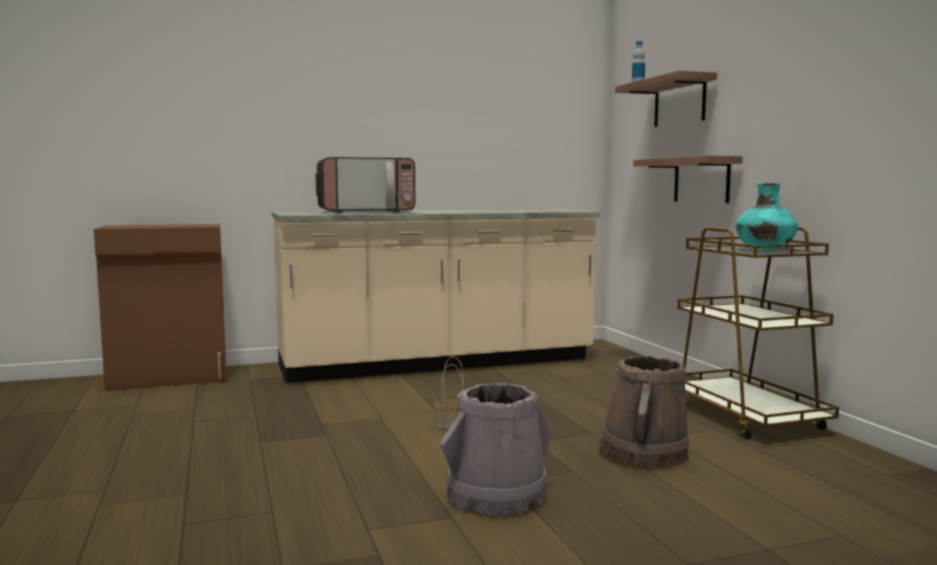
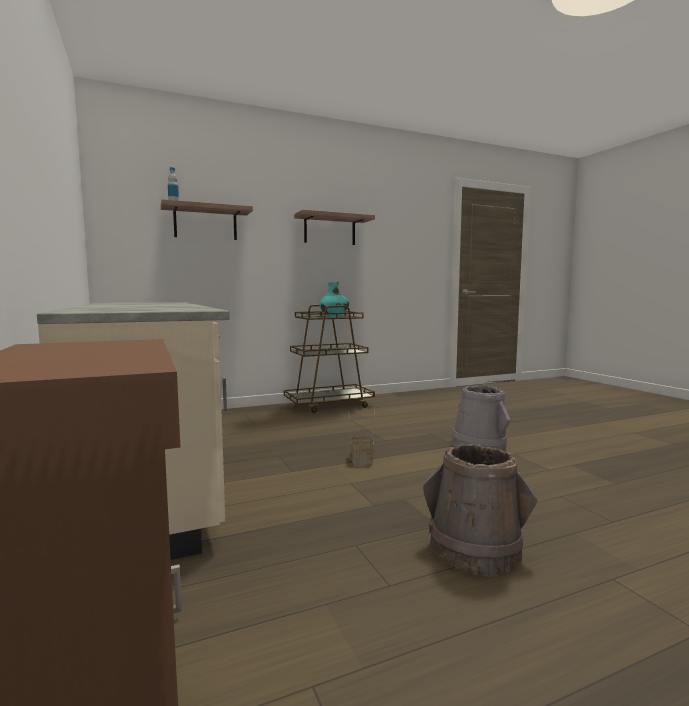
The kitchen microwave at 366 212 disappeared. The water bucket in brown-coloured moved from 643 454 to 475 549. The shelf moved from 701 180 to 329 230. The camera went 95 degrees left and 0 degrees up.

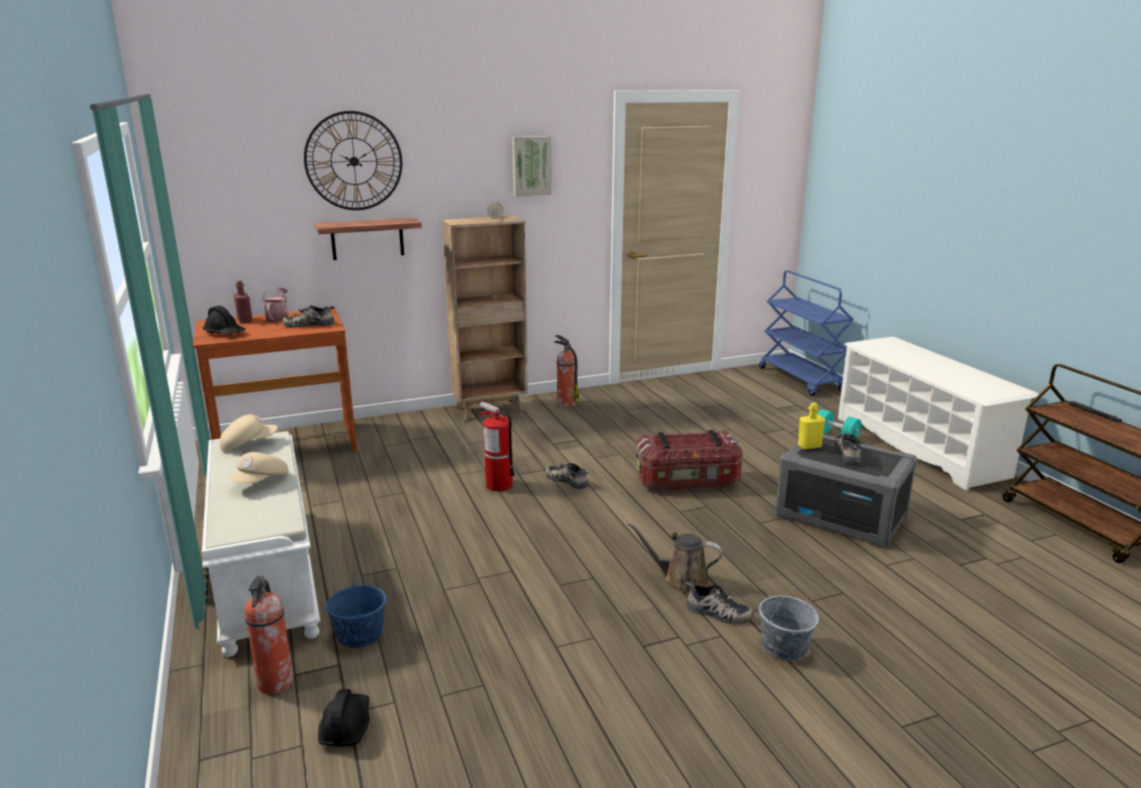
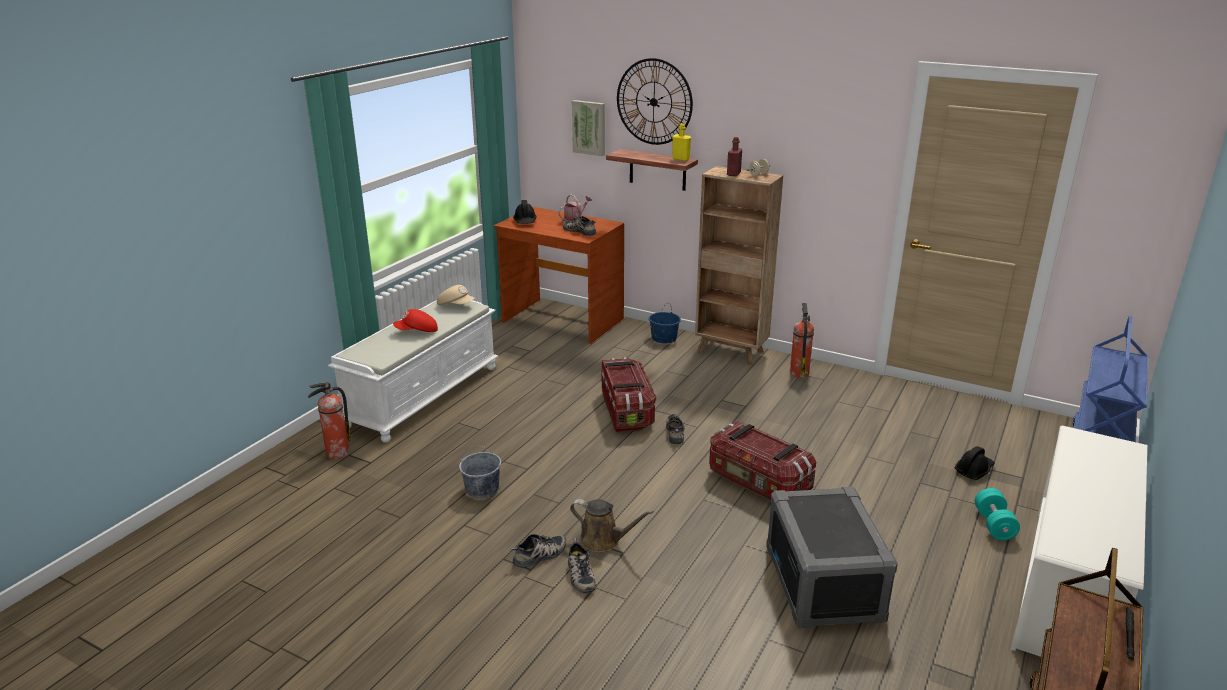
The cap in beige at 261 482 became the cap in red at 417 331. The drink bottle in red moved from 245 320 to 733 174. The safety helmet in blackish moved from 346 726 to 974 470. The water bucket in blue-coloured moved from 360 634 to 664 338. The fire extinguisher at 498 485 was replaced by the storage box at 626 410. The picture moved from 531 166 to 589 127. The sprinkling can in brown-coloured at 681 580 turned 135 degrees clockwise. The water bucket in greyish moved from 785 646 to 482 489. The drink bottle in yellowish moved from 809 446 to 681 159. The item of footwear moved from 848 453 to 540 556. The camera went 50 degrees right and 5 degrees up.

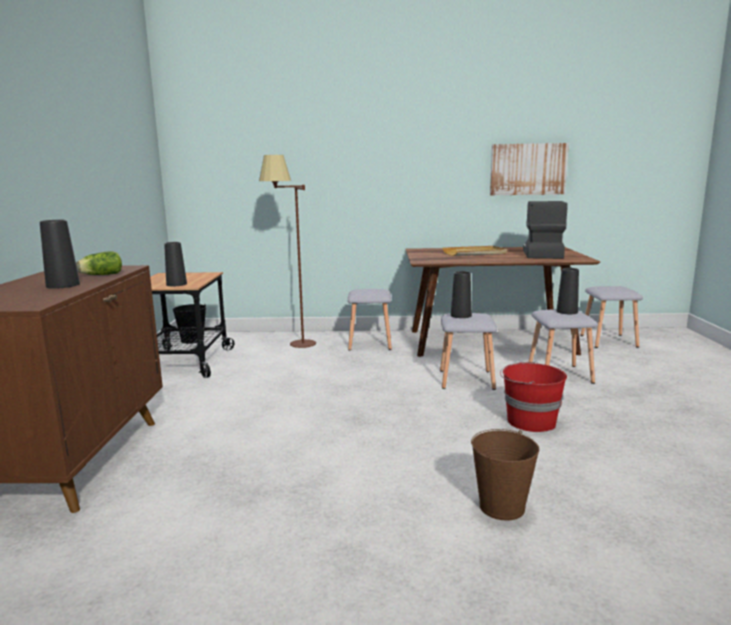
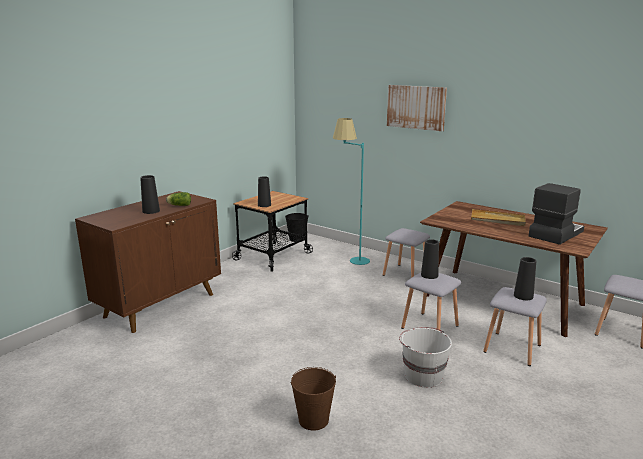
The floor lamp in brown-coloured at 293 346 became the floor lamp in blue-green at 350 261. The picture moved from 528 169 to 416 107. The water bucket in red at 530 421 became the water bucket in whitish at 422 375. The camera went 35 degrees right and 5 degrees up.

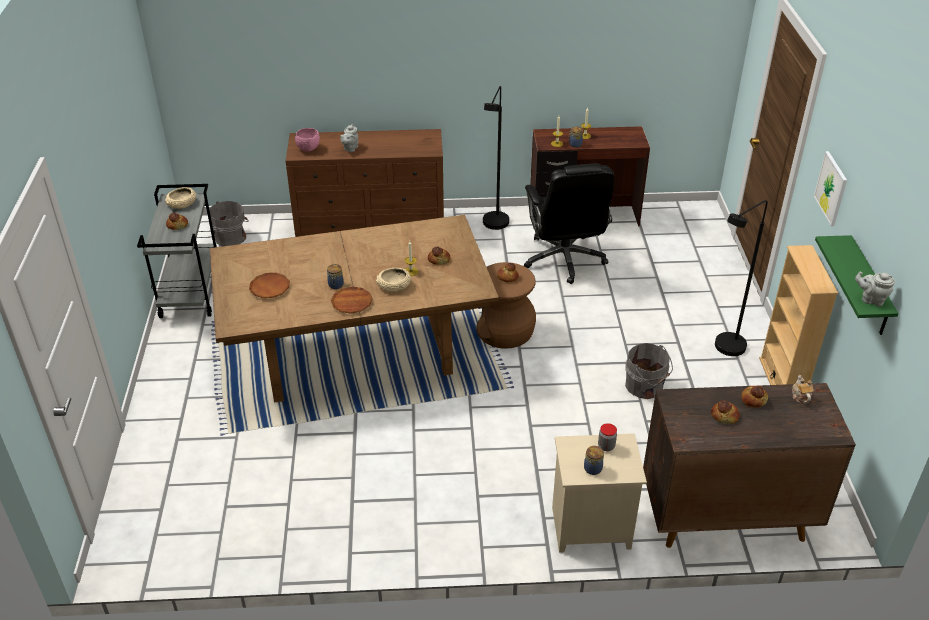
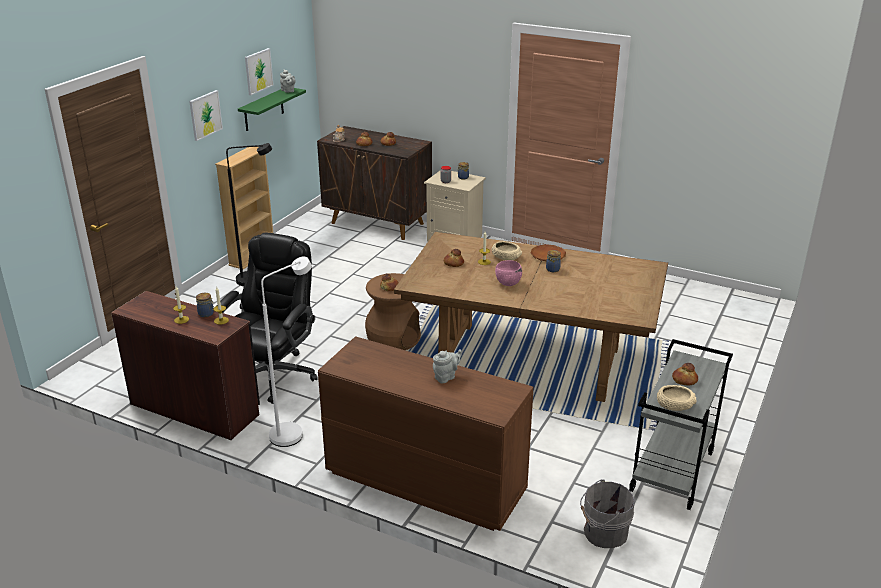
The flat dish in brown-coloured at 269 288 disappeared. The deep dish in pink moved from 308 149 to 508 283. The floor lamp in blackish at 494 226 became the floor lamp in whitish at 293 432. The water bucket in greyish at 645 387 disappeared. The picture at 258 71 appeared. The camera went 150 degrees left and 10 degrees down.

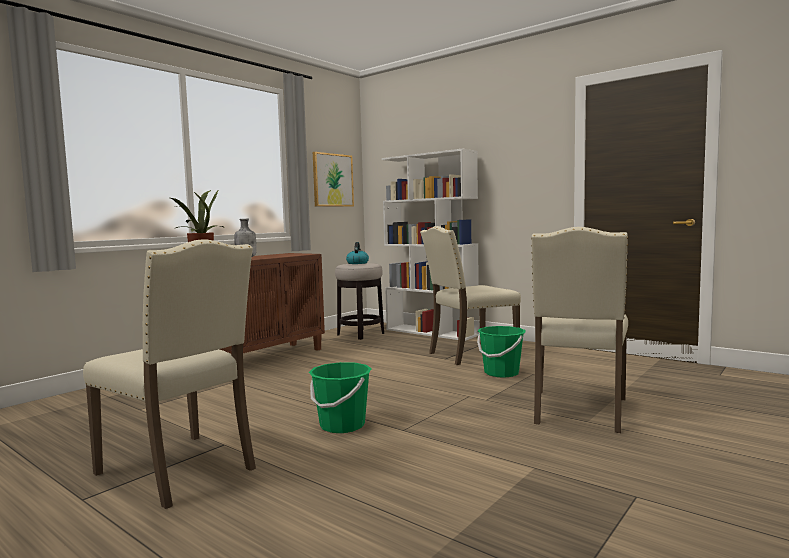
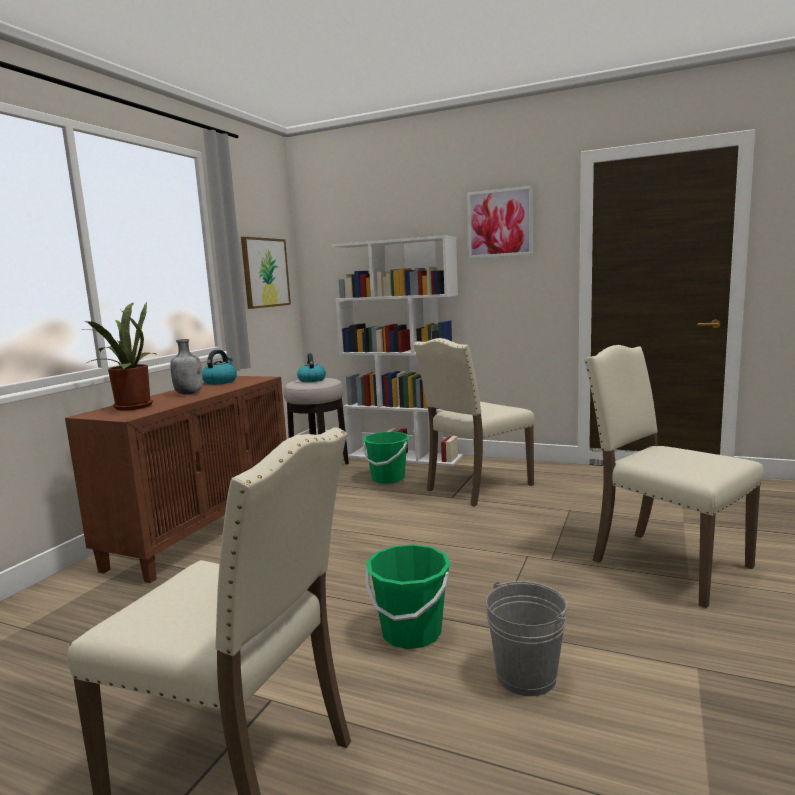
The water bucket in green-coloured moved from 501 373 to 388 478. The plain chair in beige at 578 411 turned 135 degrees clockwise. The kettle at 220 382 appeared. The picture at 500 223 appeared. The water bucket in greyish at 526 676 appeared. The camera went 15 degrees left and 5 degrees up.

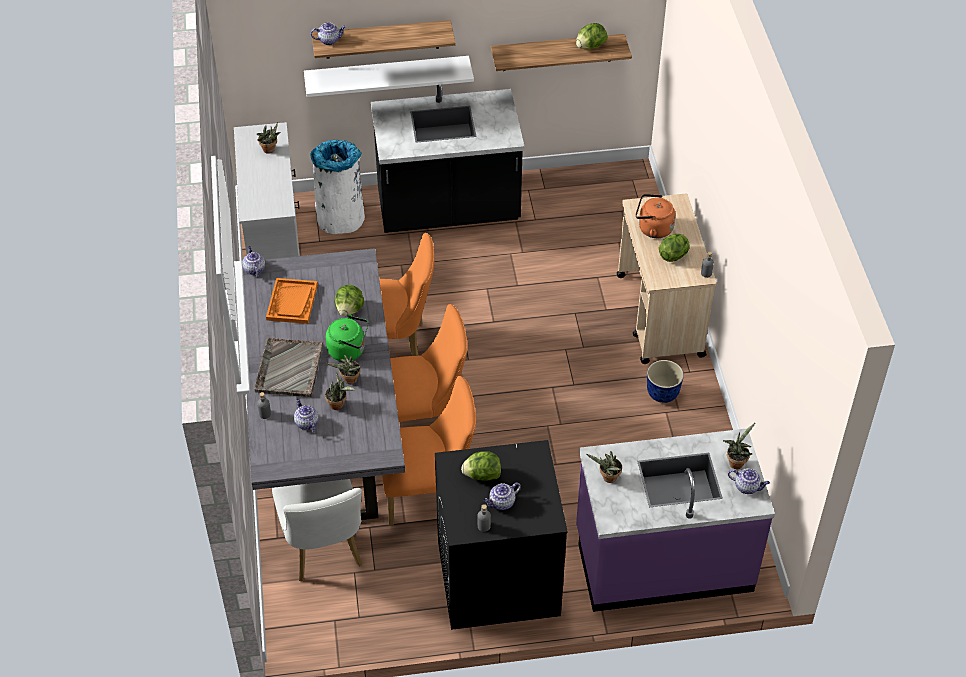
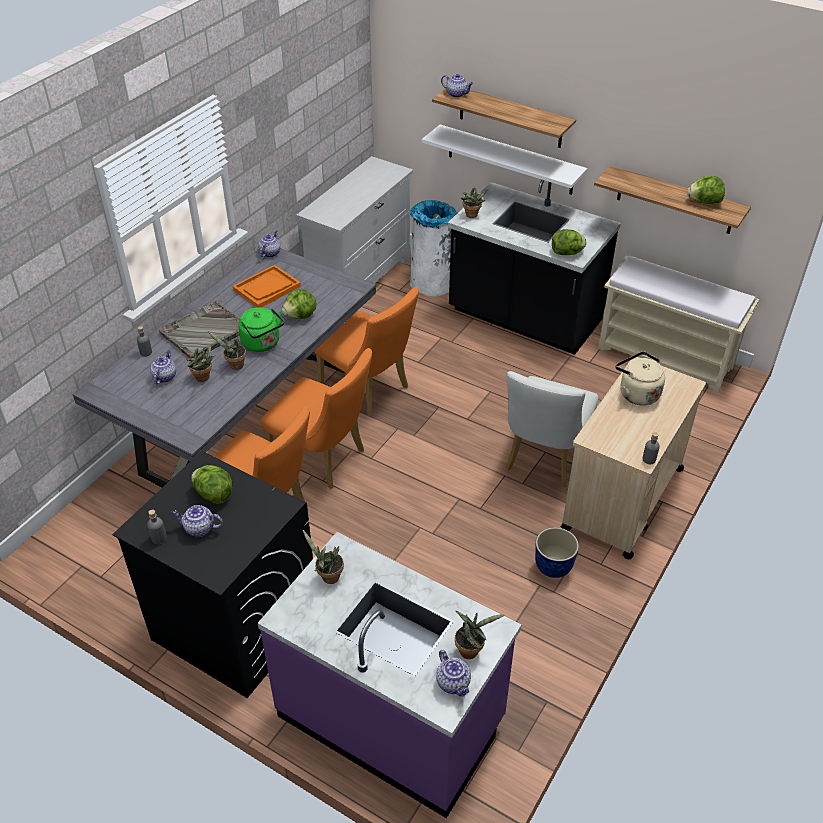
The houseplant moved from 270 150 to 471 216. The plain chair in whitish moved from 324 550 to 543 459. The kettle in orangey at 653 228 became the kettle in beige at 637 393. The lettuce head moved from 674 255 to 567 253. The long seat in beige at 666 357 appeared. The camera went 40 degrees right and 5 degrees down.

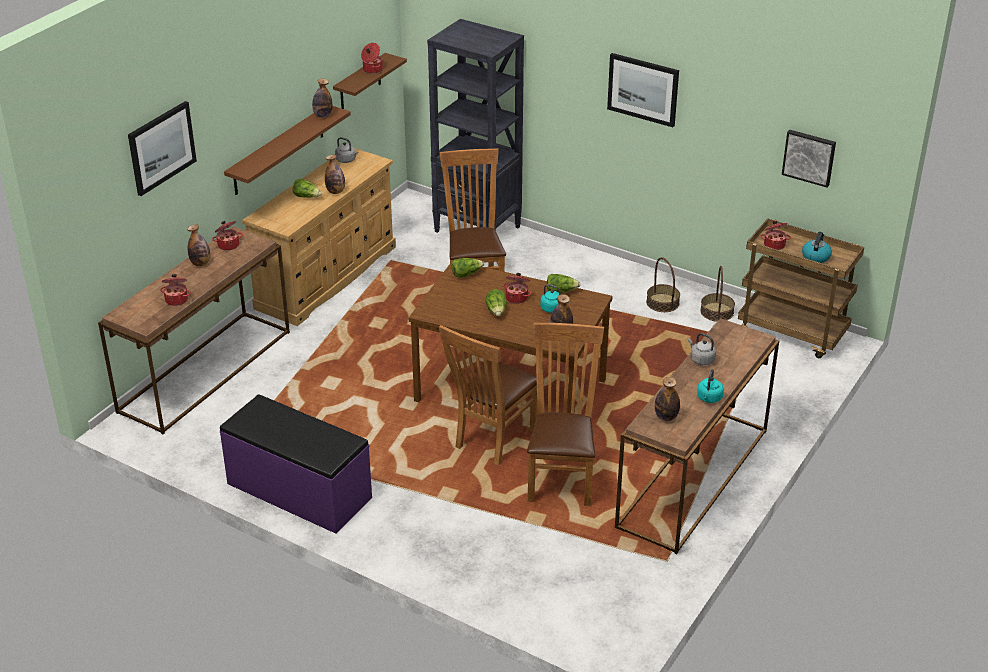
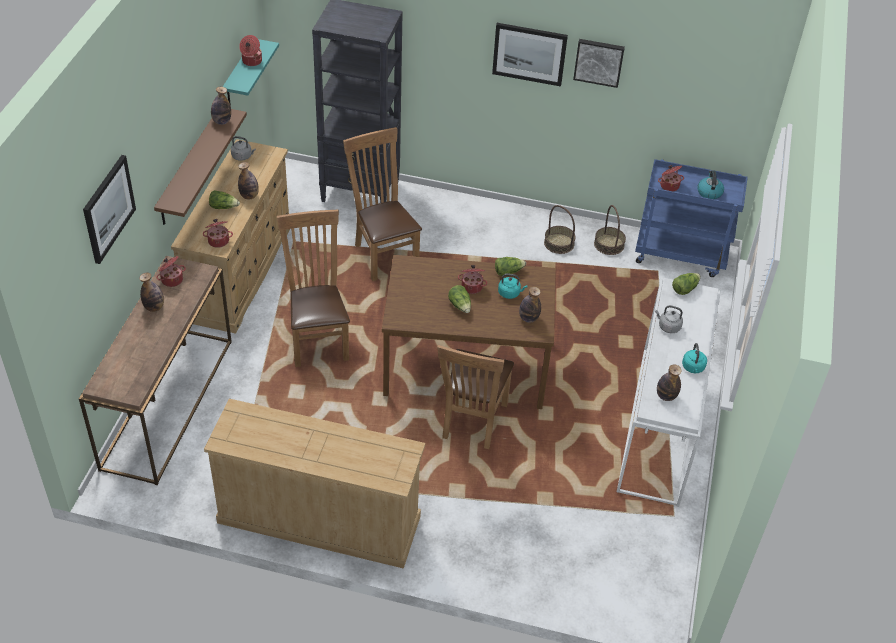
The saucepot moved from 177 299 to 218 240. The long seat in purplish at 298 491 was replaced by the chest of drawers in beige at 318 519. The shelf in brown-coloured at 360 82 became the shelf in blue-green at 239 75. The lettuce head moved from 466 274 to 685 288. The plain chair in brown-coloured moved from 561 477 to 318 338. The hall table in brown-coloured at 694 479 became the hall table in whitish at 661 425. The cart in brown-coloured at 793 333 became the cart in blue-coloured at 681 255. The picture moved from 809 157 to 599 62. The camera went 20 degrees left and 10 degrees up.

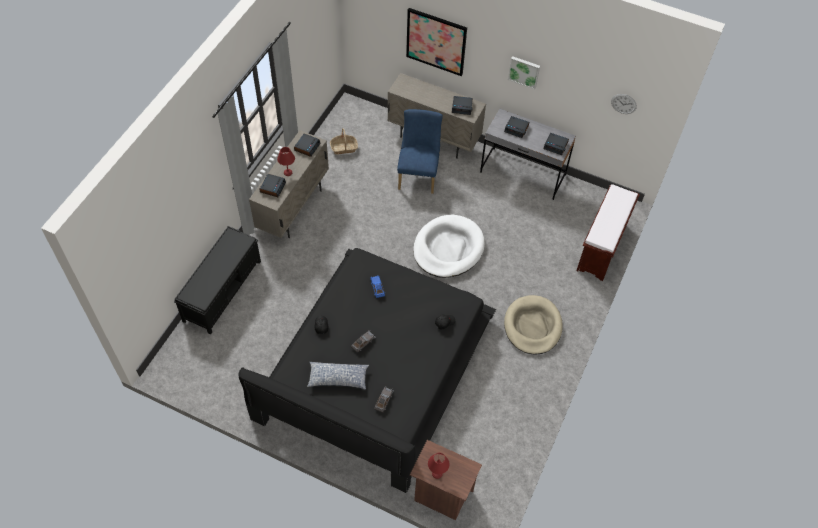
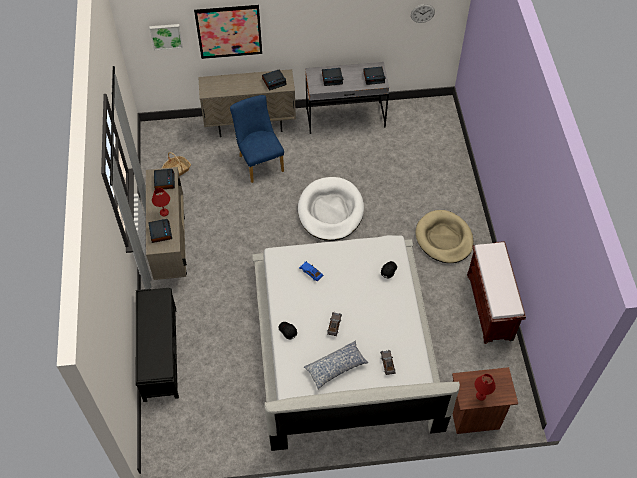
The bed in blackish at 375 368 became the bed in whitish at 345 344. The picture moved from 524 71 to 166 36. The long seat in brown-coloured moved from 602 248 to 490 307. The camera went 30 degrees left and 0 degrees up.

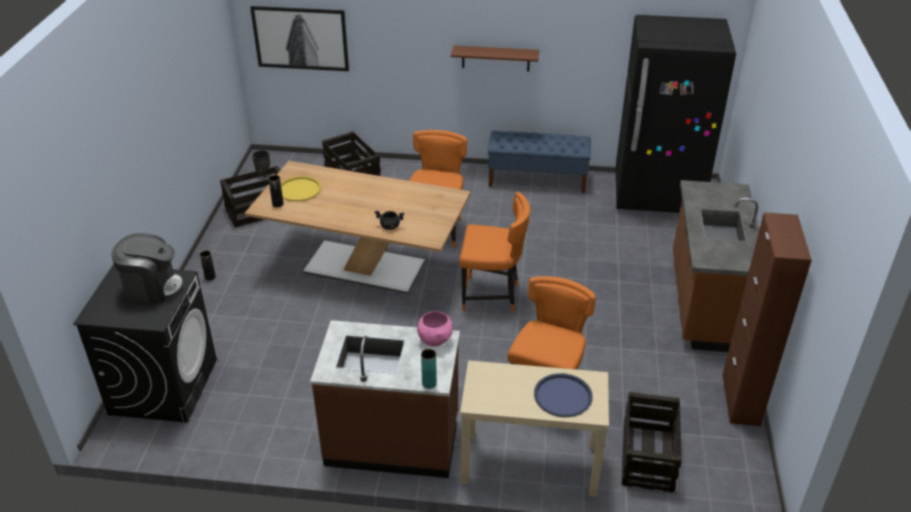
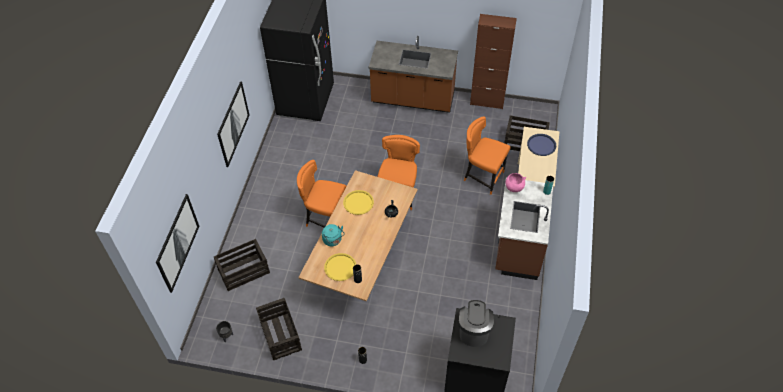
The shelf in brown-coloured at 495 58 was replaced by the picture at 233 124. The long seat in blue-coloured at 537 180 disappeared. The kettle in blue-green at 333 240 appeared. The carrying tray in yellowish at 358 203 appeared. The camera went 85 degrees left and 15 degrees up.

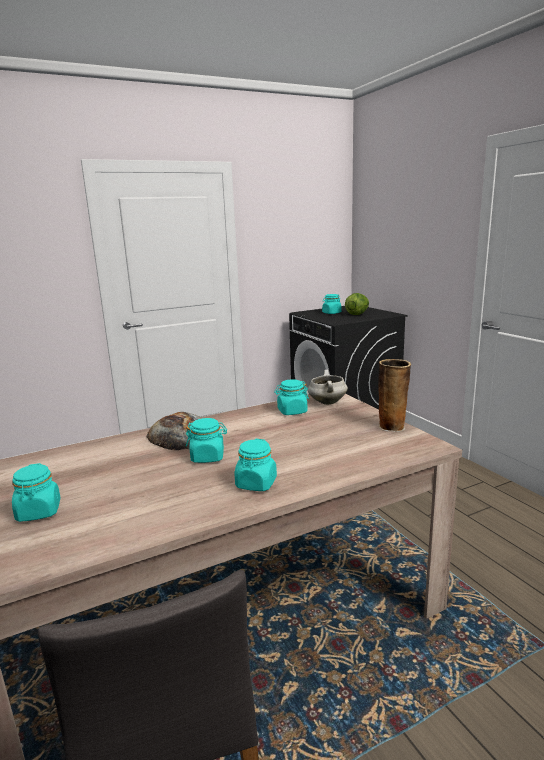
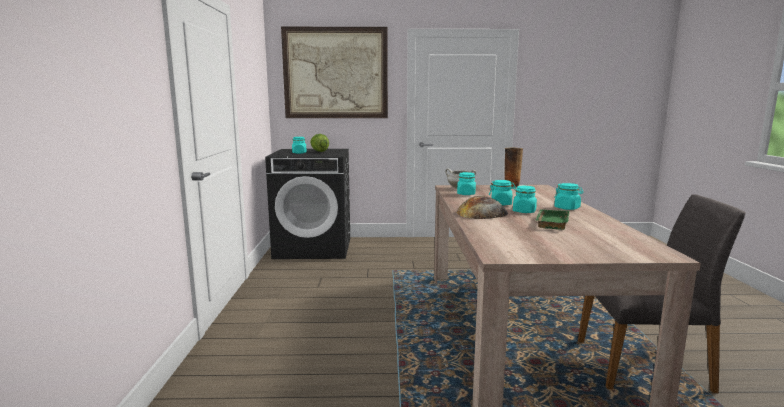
The storage jar in blue-green moved from 39 512 to 501 204. The picture at 335 73 appeared. The carrying tray in green-coloured at 550 222 appeared. The camera went 65 degrees left and 5 degrees down.

